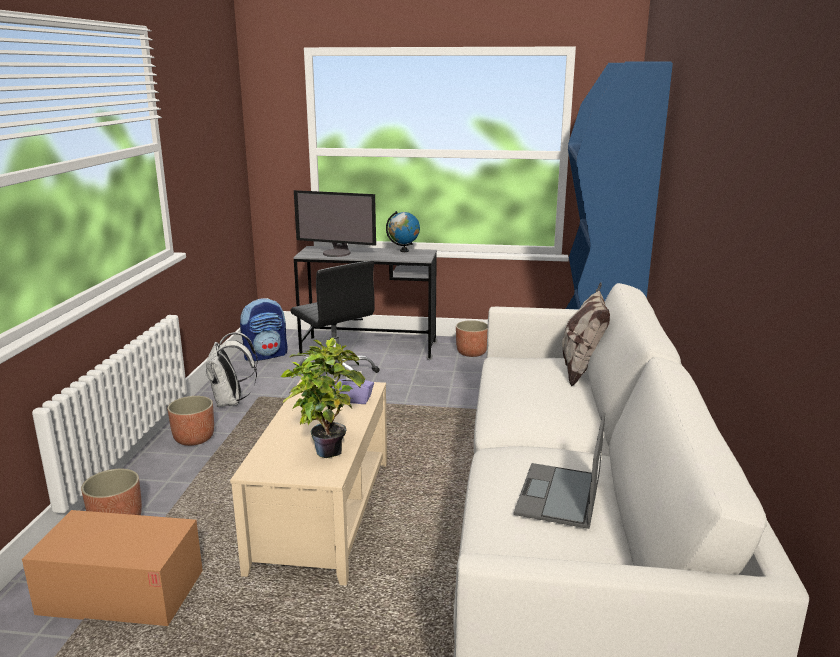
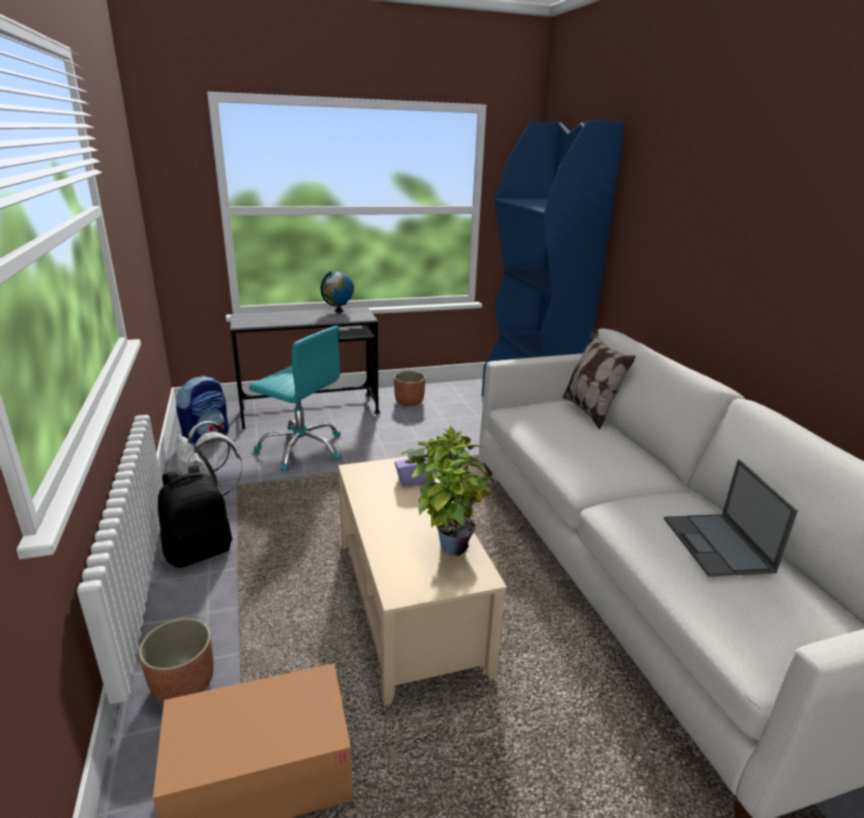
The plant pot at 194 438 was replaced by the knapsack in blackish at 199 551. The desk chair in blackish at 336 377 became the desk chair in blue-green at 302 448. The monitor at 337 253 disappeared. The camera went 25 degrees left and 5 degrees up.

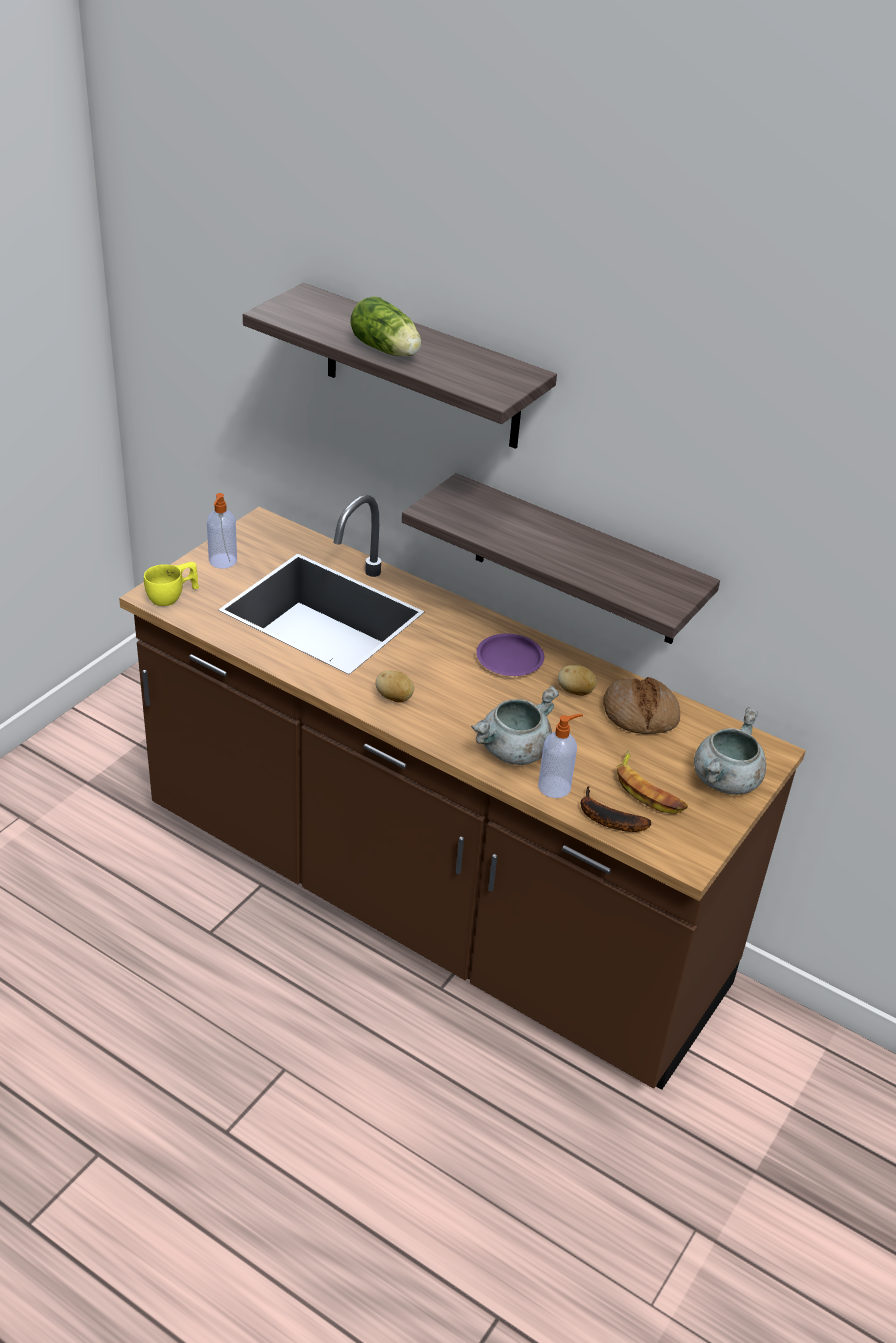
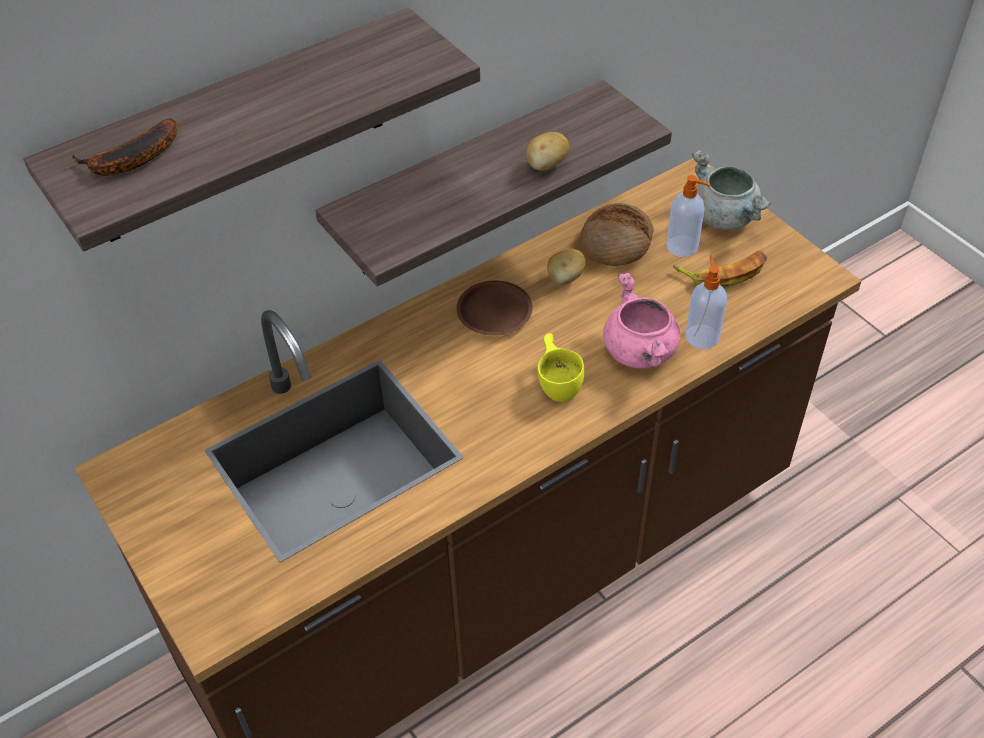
The cup in yellowish moved from 173 597 to 558 382. The liquid soap bottle moved from 222 561 to 683 247. The lettuce head at 387 351 disappeared. The spud moved from 394 698 to 546 166. The saucepot in greyish at 513 752 became the saucepot in pink at 641 352. The flat dish in purplish at 509 660 became the flat dish in brown-coloured at 495 313. The banana moved from 606 818 to 130 161. The camera went 65 degrees left and 10 degrees up.

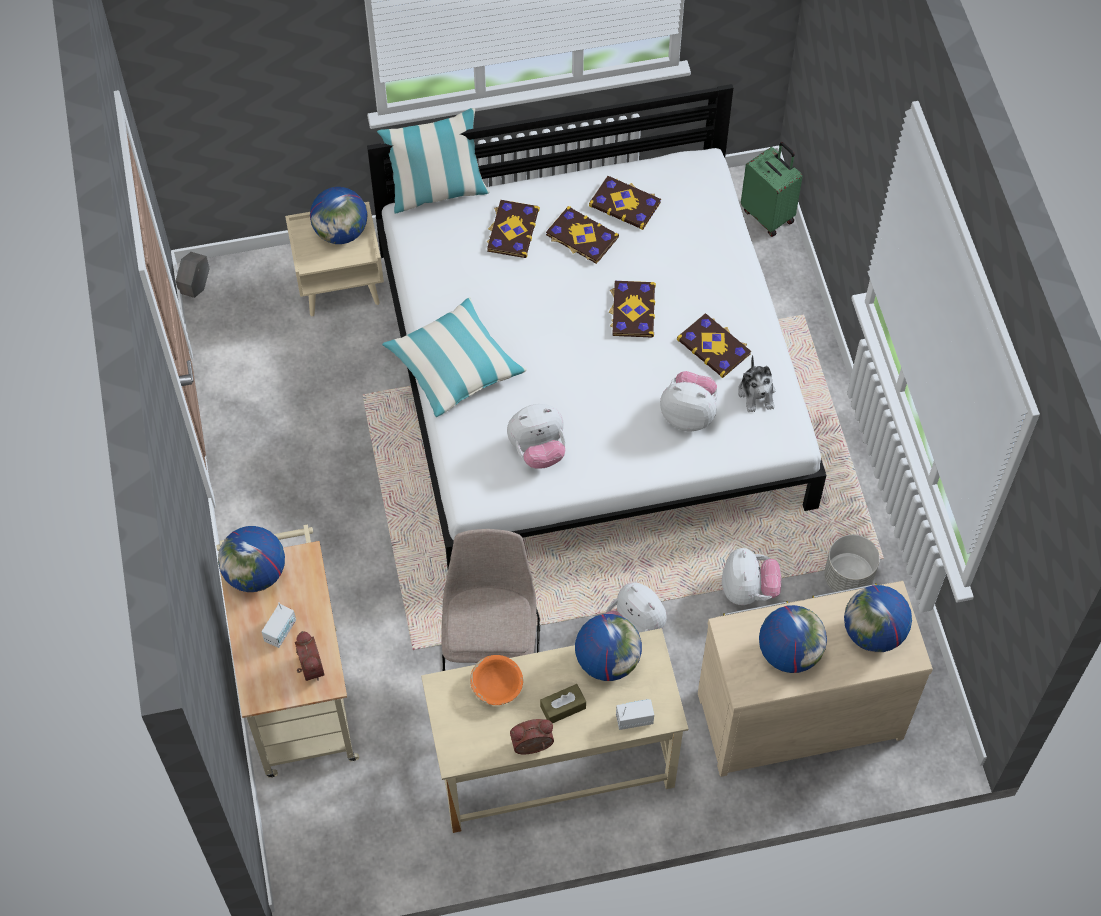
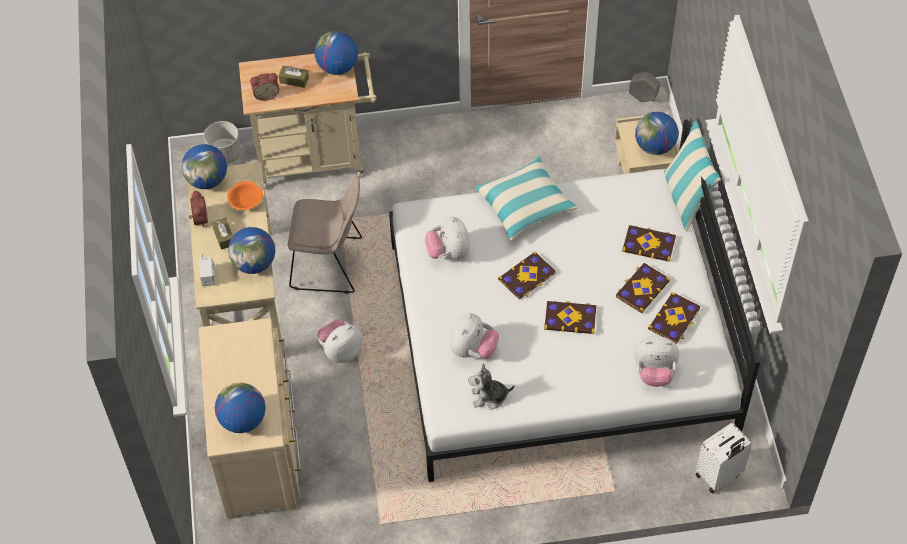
The radio set at 281 631 was replaced by the tissue holder in brown-coloured at 294 80. The volume moved from 714 346 to 527 277. The soft toy moved from 748 590 to 654 372. The suitcase in green-coloured at 768 215 became the suitcase in whitish at 719 475. The world globe moved from 789 652 to 207 180. The plant pot in greyish moved from 848 578 to 224 154. The camera went 95 degrees right and 5 degrees down.

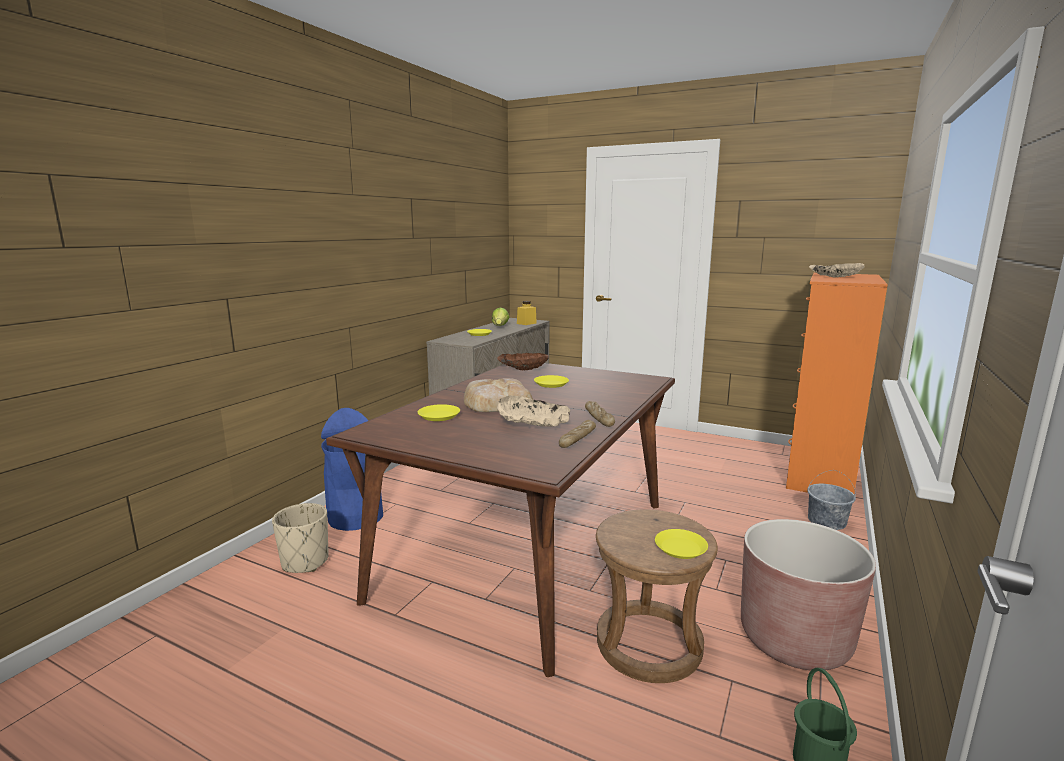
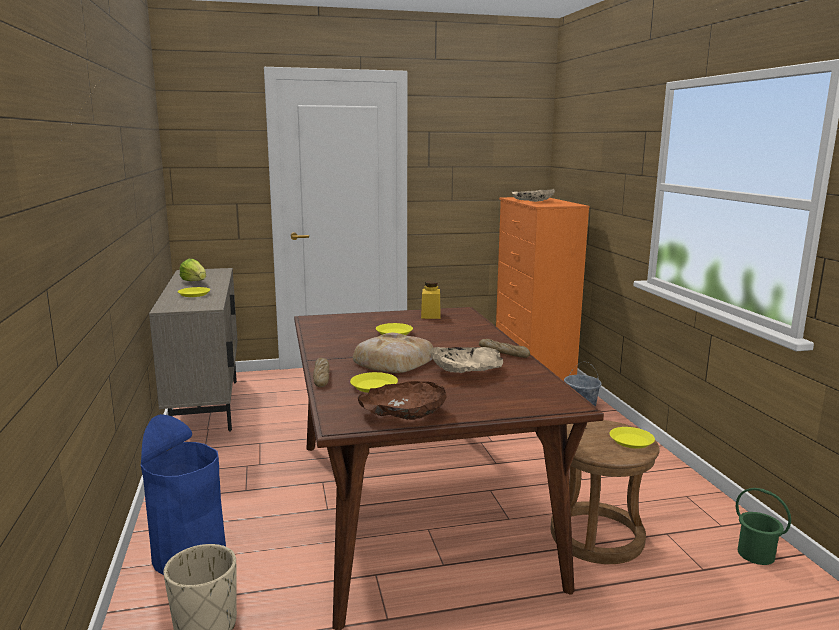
The deep dish in brown-coloured moved from 524 368 to 404 413. The storage jar in yellowish moved from 526 323 to 430 315. The bread moved from 577 439 to 321 377. The plant pot in brown-coloured at 794 639 disappeared. The camera went 40 degrees left and 0 degrees up.

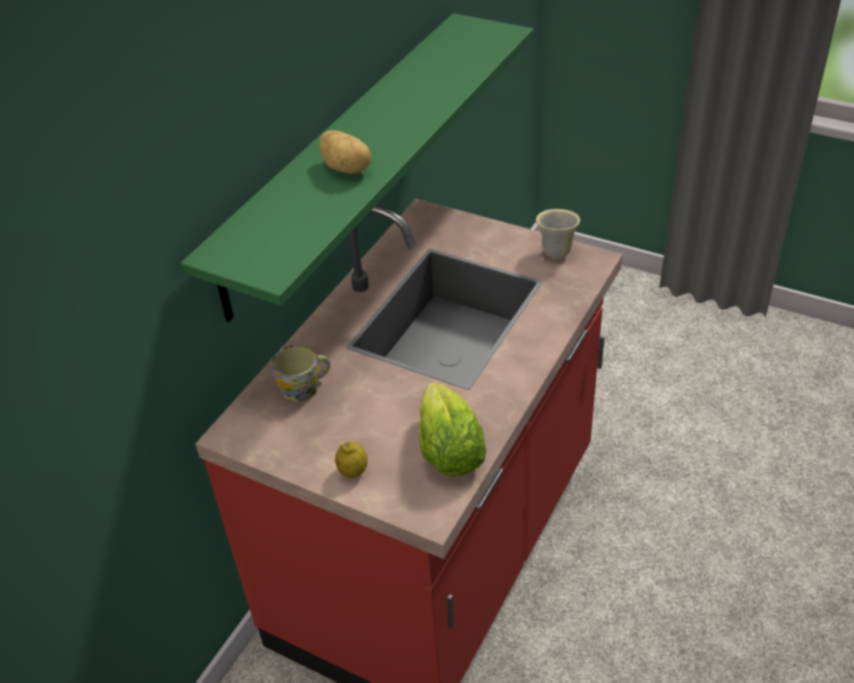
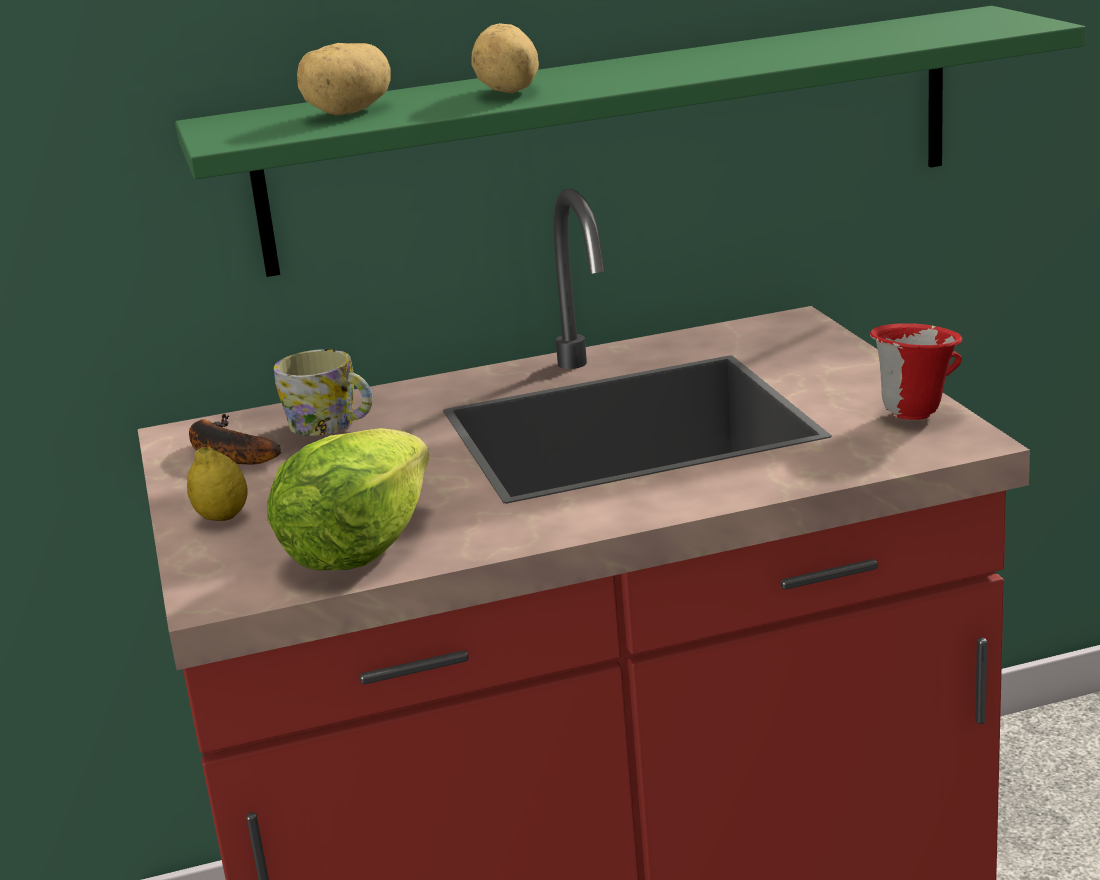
The mug in beige at 556 252 became the mug in red at 915 413. The banana at 225 452 appeared. The spud at 350 112 appeared. The camera went 45 degrees right and 20 degrees down.

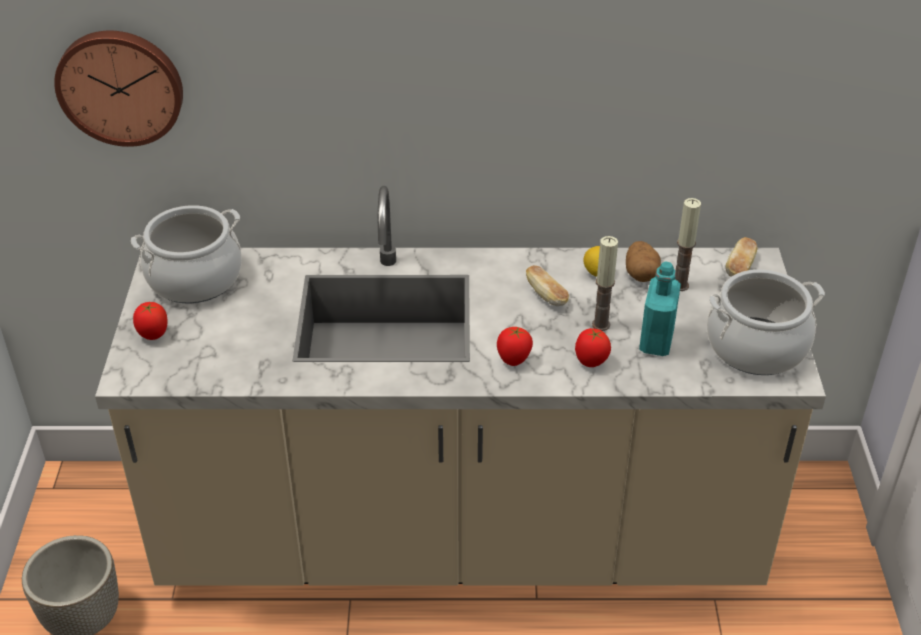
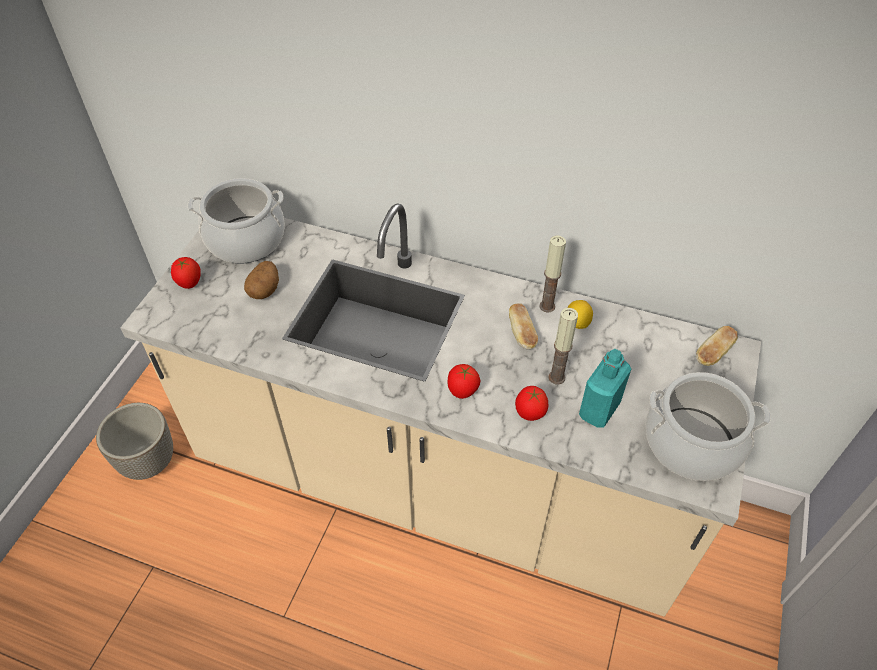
The clock on the wall at 121 86 disappeared. The spud moved from 641 274 to 264 290. The wax light moved from 680 285 to 547 306. The camera went 20 degrees right and 10 degrees up.

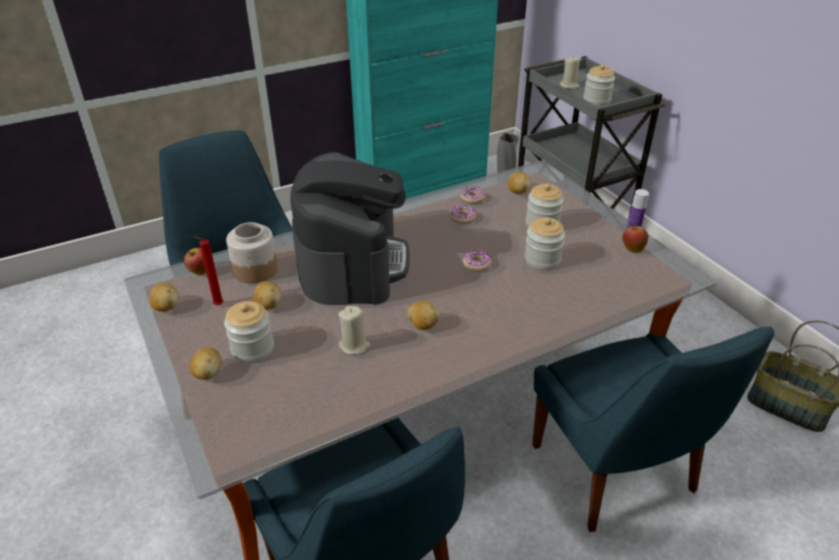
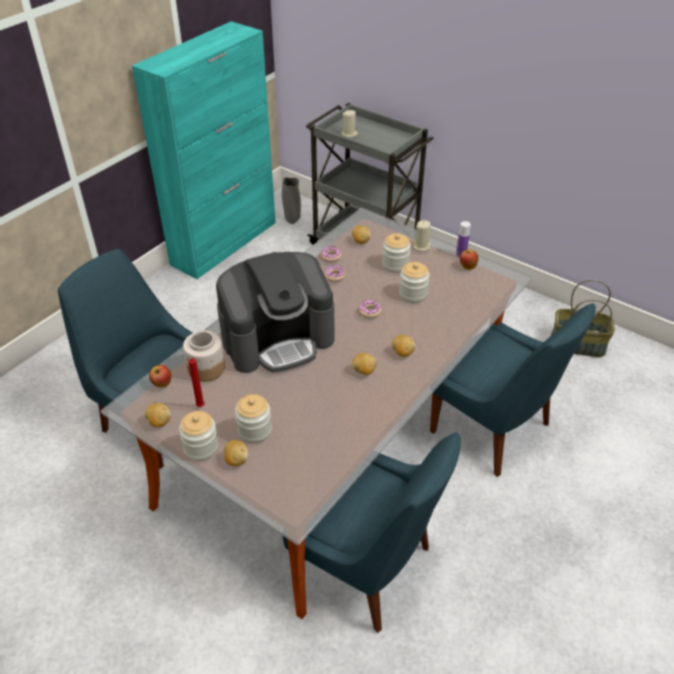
The spud moved from 268 305 to 402 353. The coffee brewer at 352 263 turned 90 degrees clockwise. The wax light in beige moved from 354 345 to 421 246. The storage jar moved from 596 100 to 201 447. The camera went 25 degrees left and 5 degrees up.

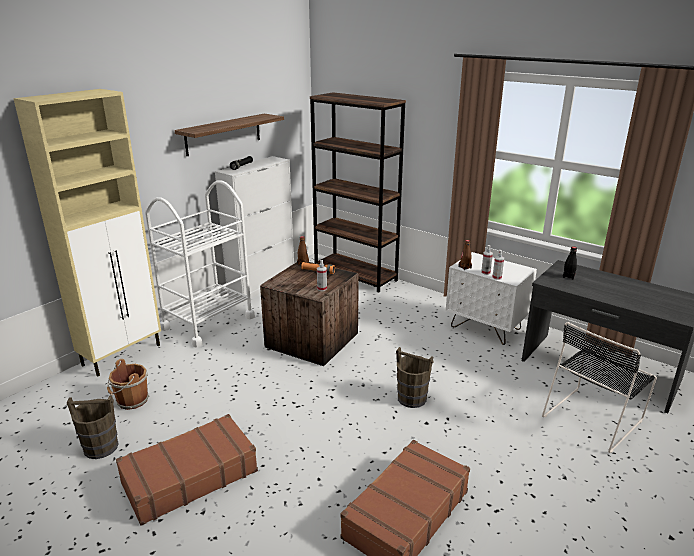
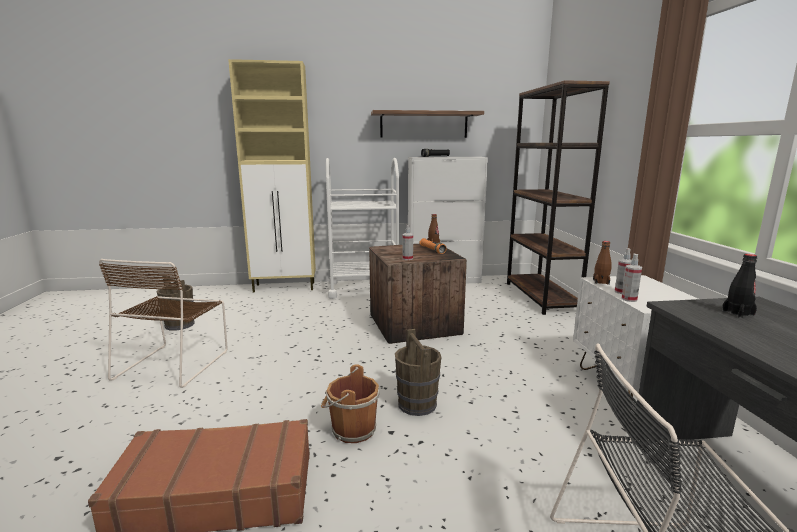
The water bucket in brown-coloured moved from 131 401 to 351 430. The suitcase in brown-coloured at 189 477 was replaced by the plain chair in brown-coloured at 174 363. The camera went 45 degrees right and 10 degrees down.

